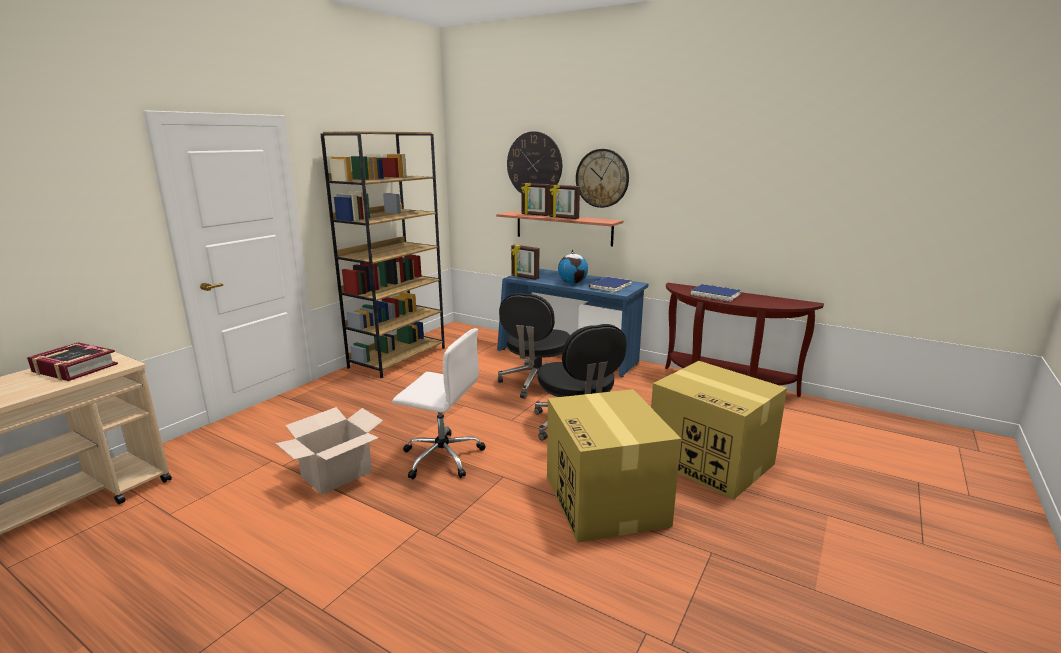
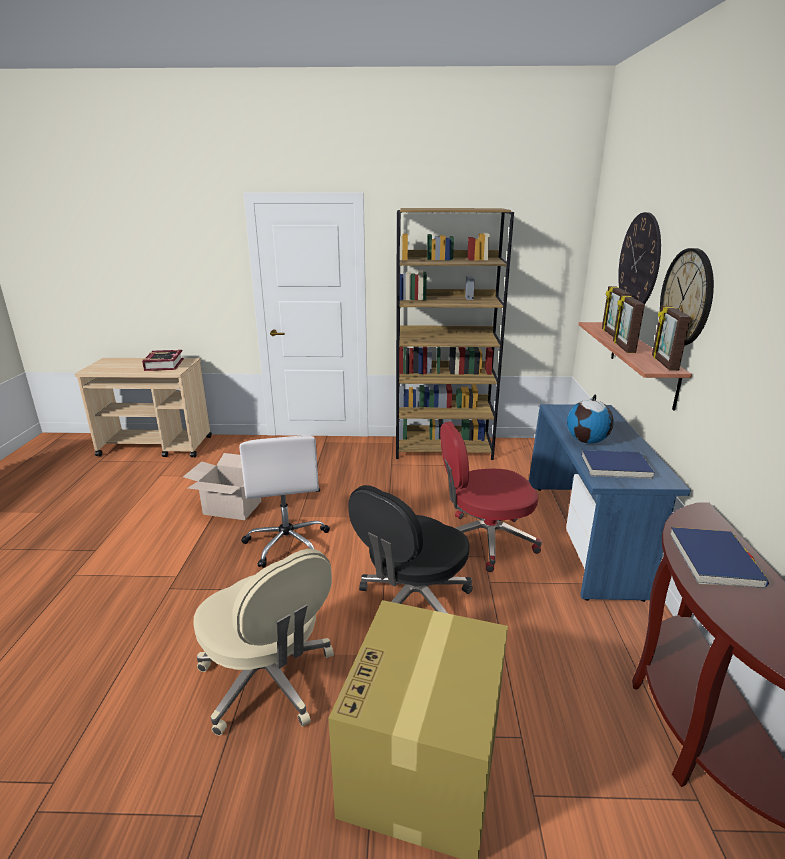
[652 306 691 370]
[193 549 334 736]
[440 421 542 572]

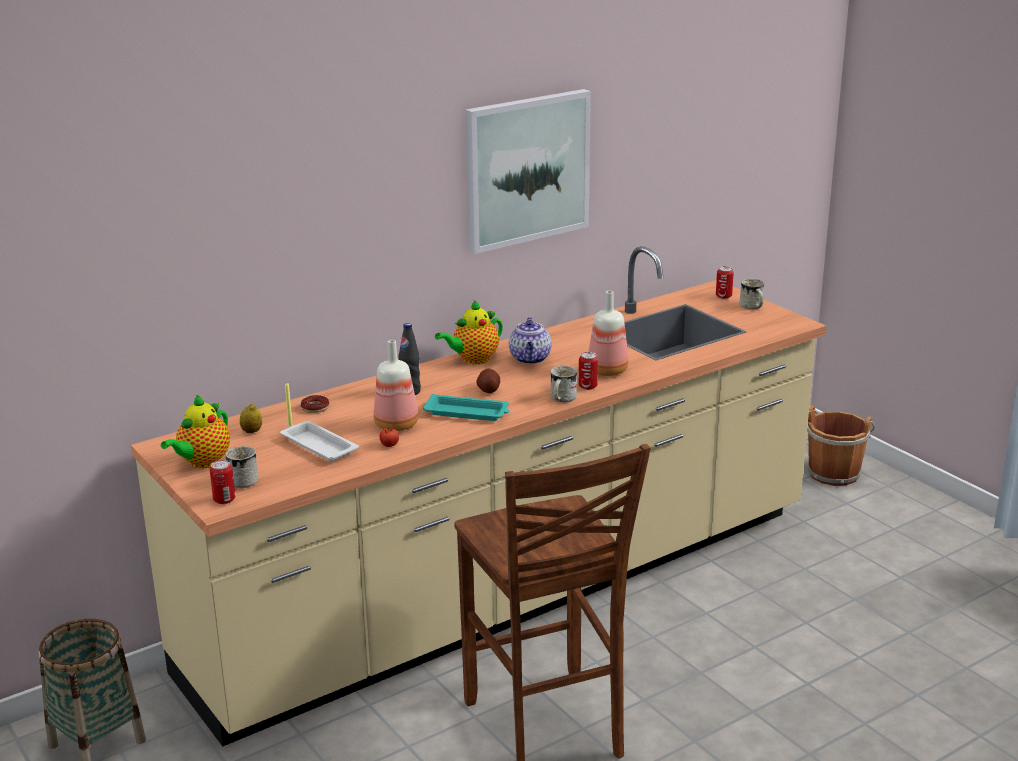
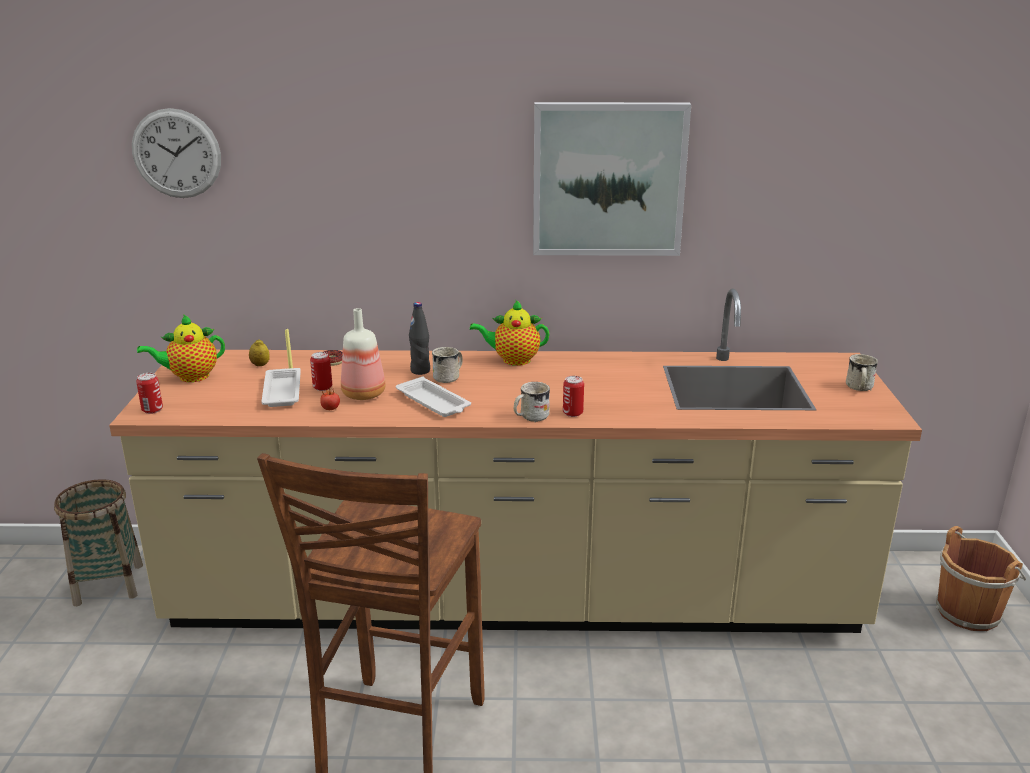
[476 369 500 393] (first image)
[509 317 552 364] (first image)
[588 291 629 376] (first image)
[132 108 221 198]
[432 347 463 383]
[310 352 332 391]
[396 377 471 417]

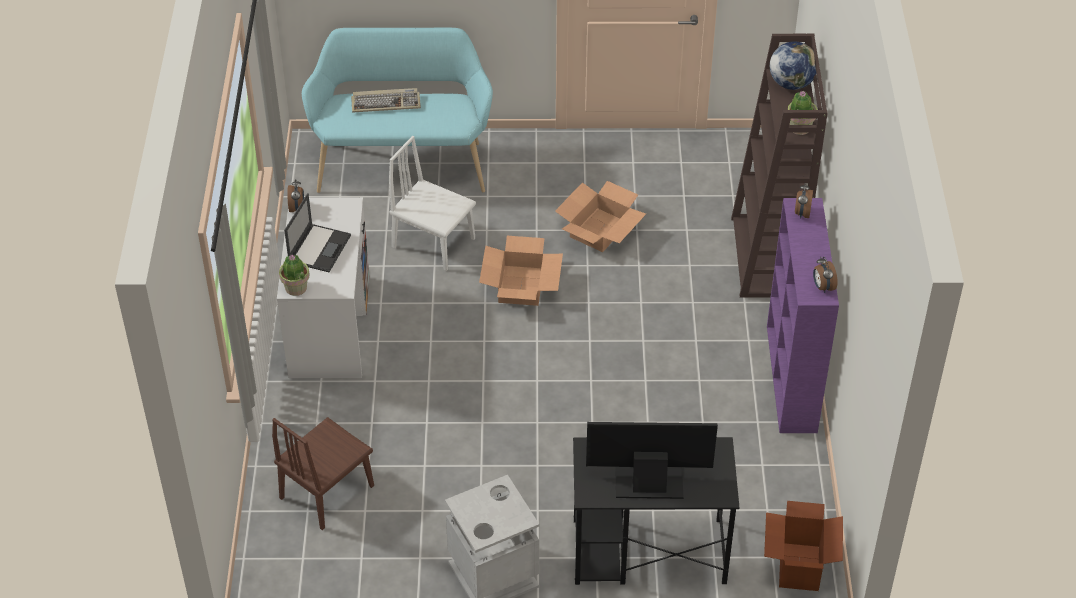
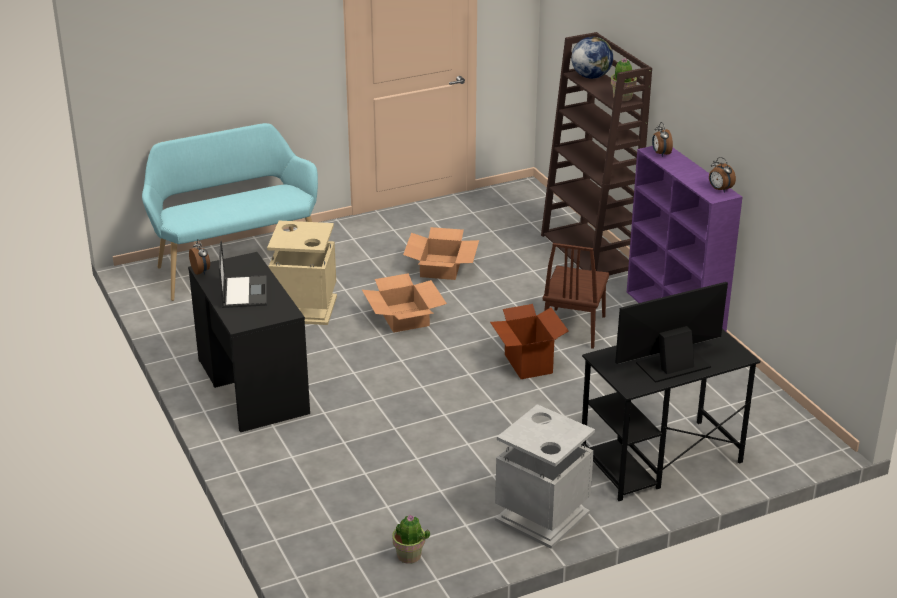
[351 88 421 113] (first image)
[543 243 610 349]
[393 515 430 564]
[490 304 569 379]
[267 221 337 325]
[188 252 310 432]

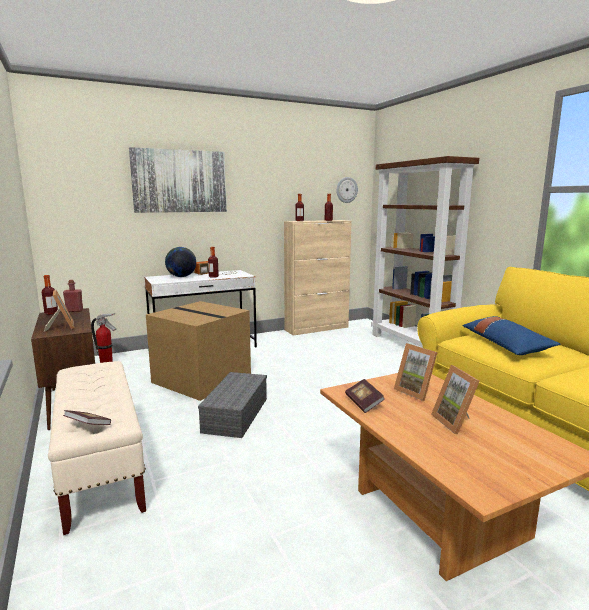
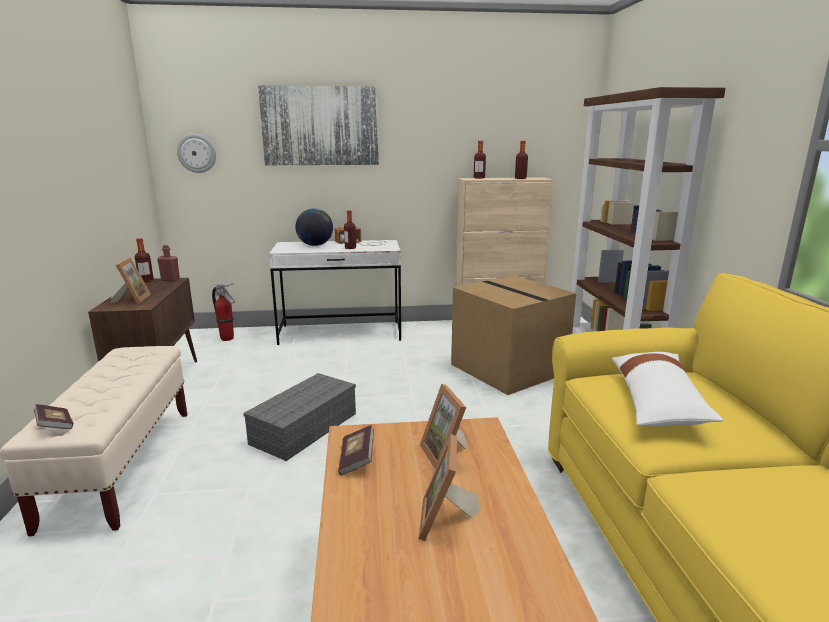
[451 275 576 395]
[177 134 216 173]
[612 352 723 427]

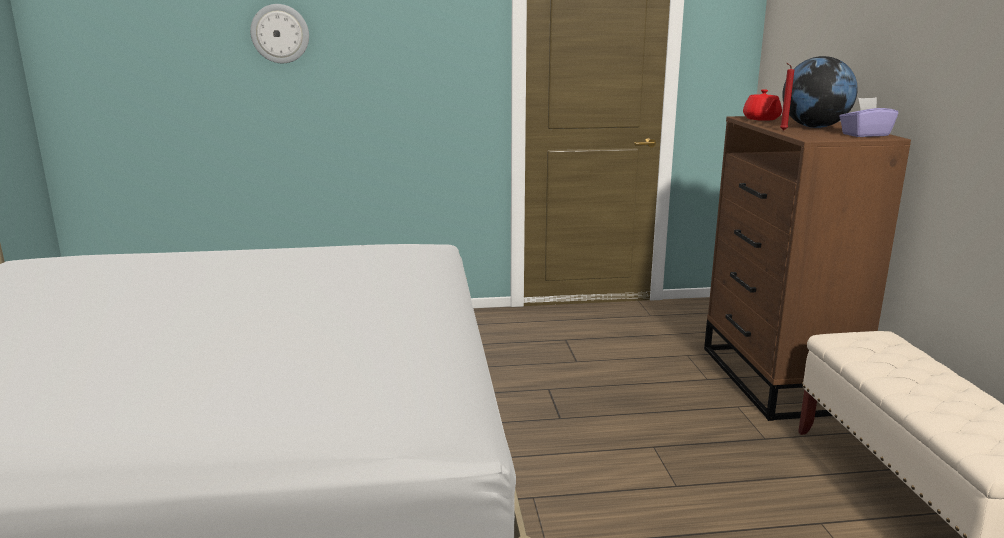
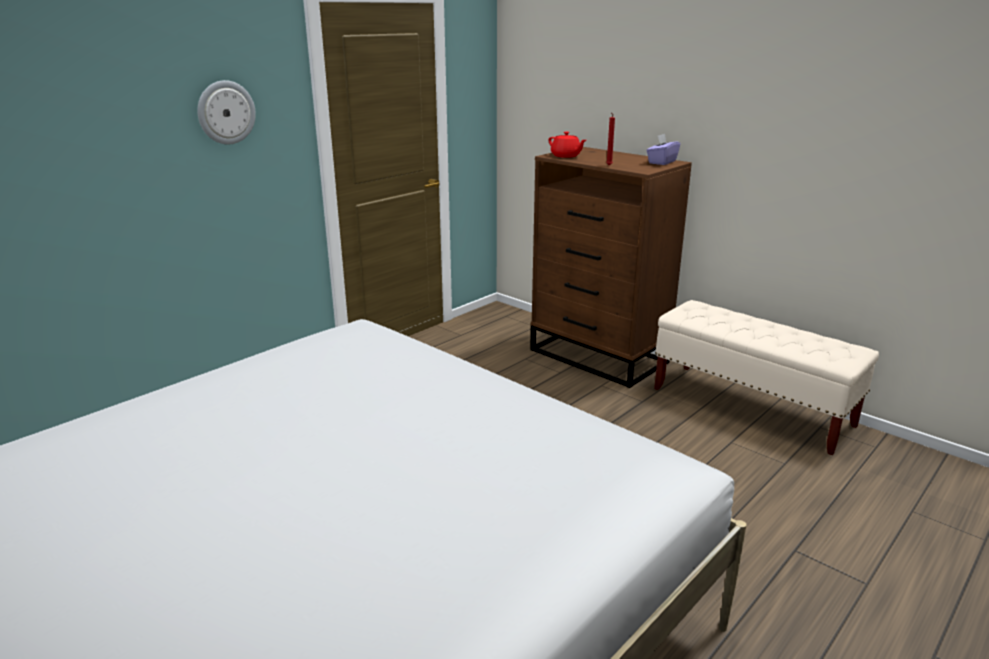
[782 56 858 128] (first image)
[197 80 256 144]

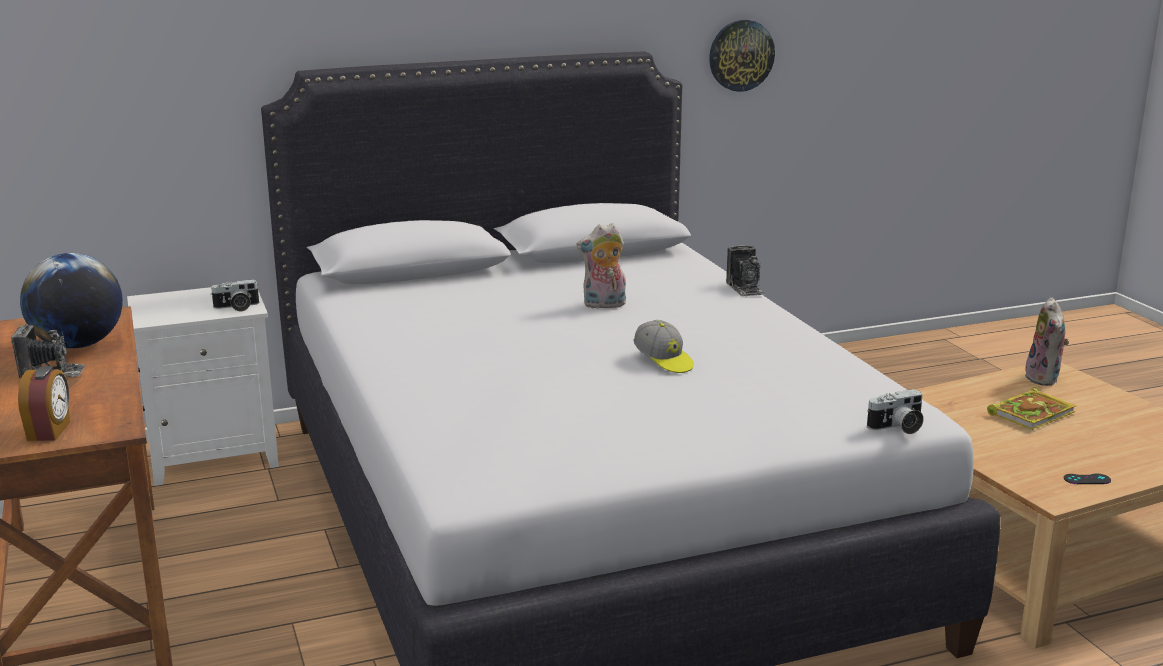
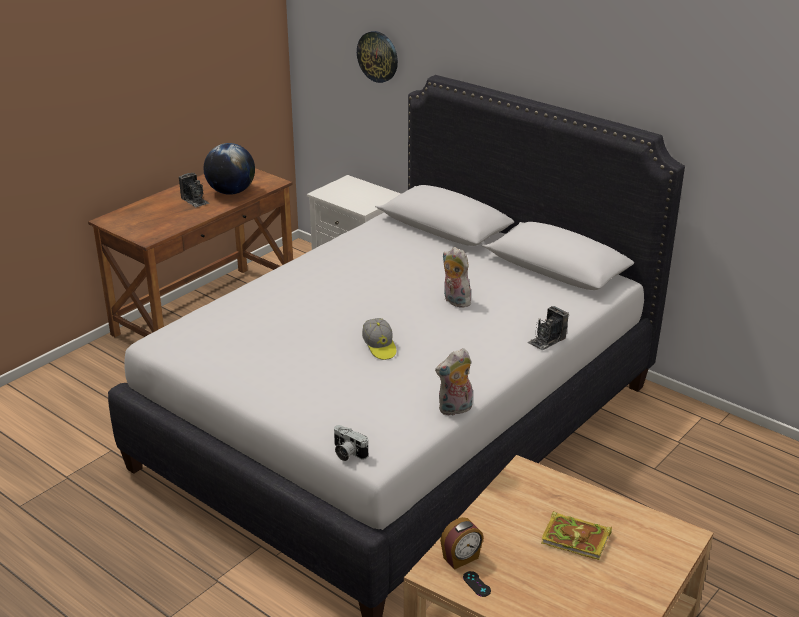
[210 279 260 311] (first image)
[440 517 483 570]
[357 31 398 83]
[435 348 473 416]
[362 318 397 360]

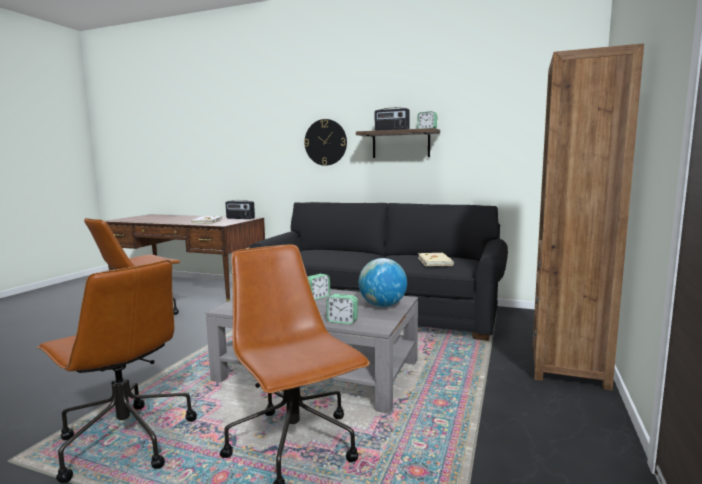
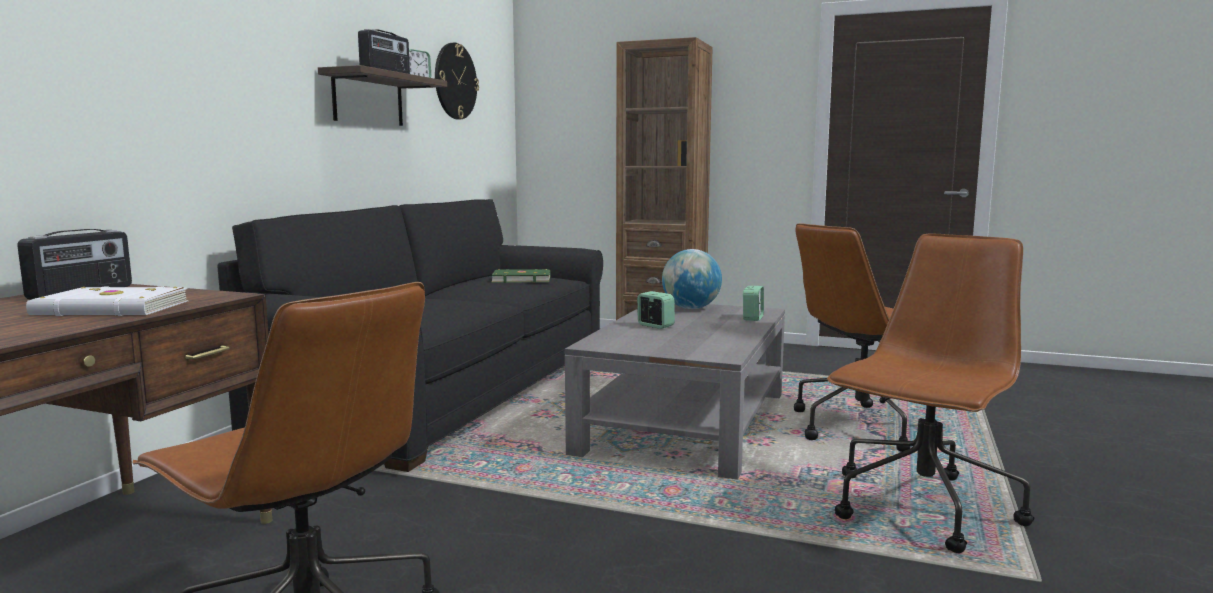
[435 43 479 119]
[491 269 550 283]

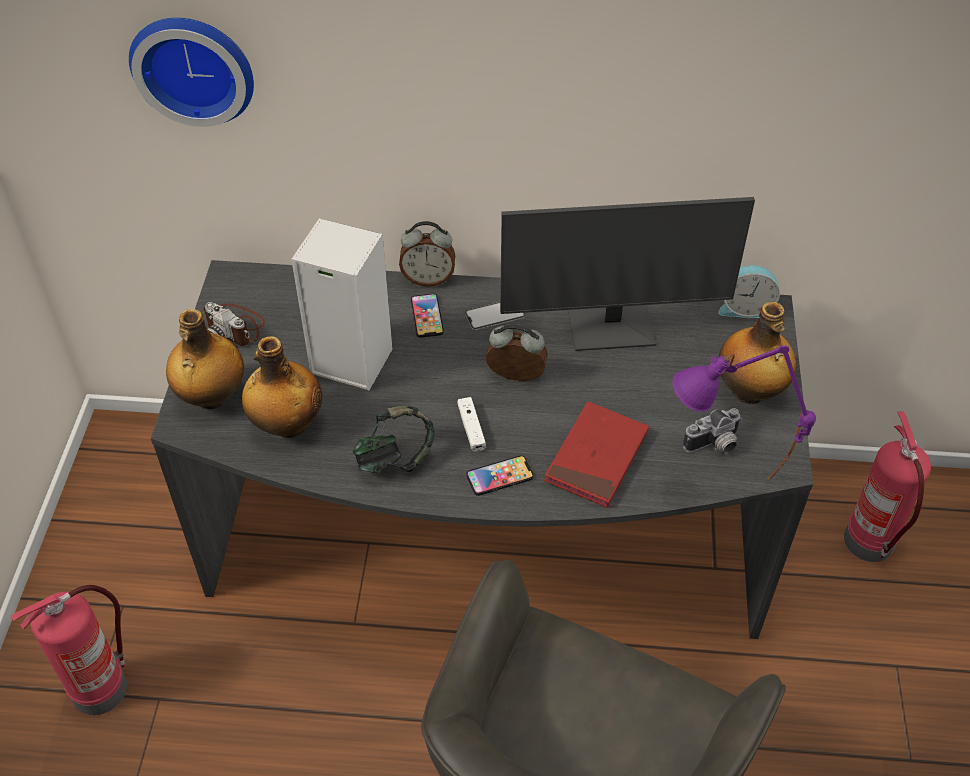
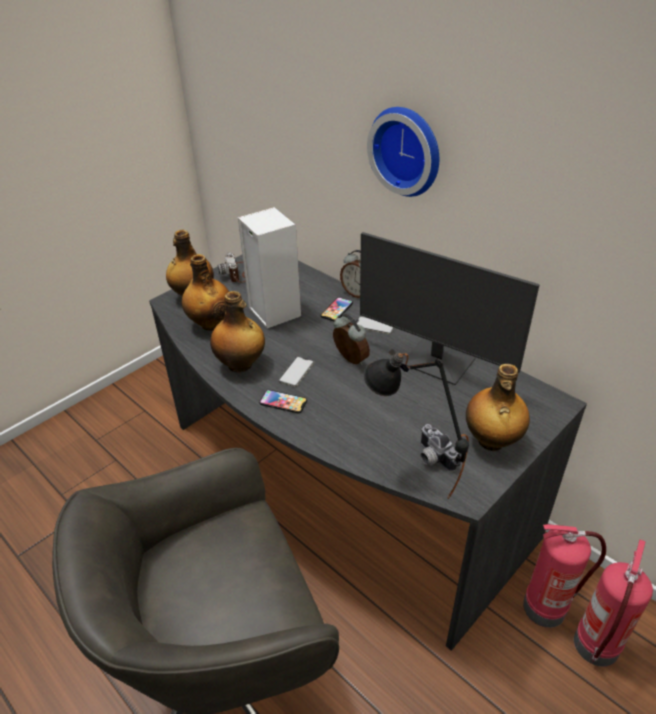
[544 401 649 507] (first image)
[719 265 780 318] (first image)
[523 524 606 628]
[367 107 439 197]
[210 291 265 372]
[278 356 314 387]
[364 349 469 499]
[420 424 458 472]

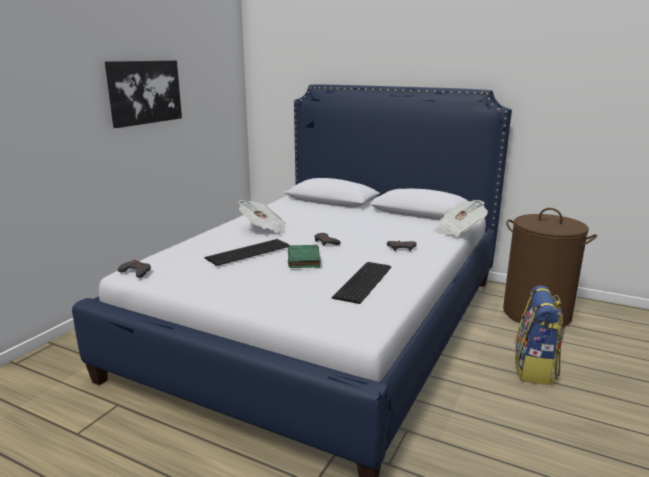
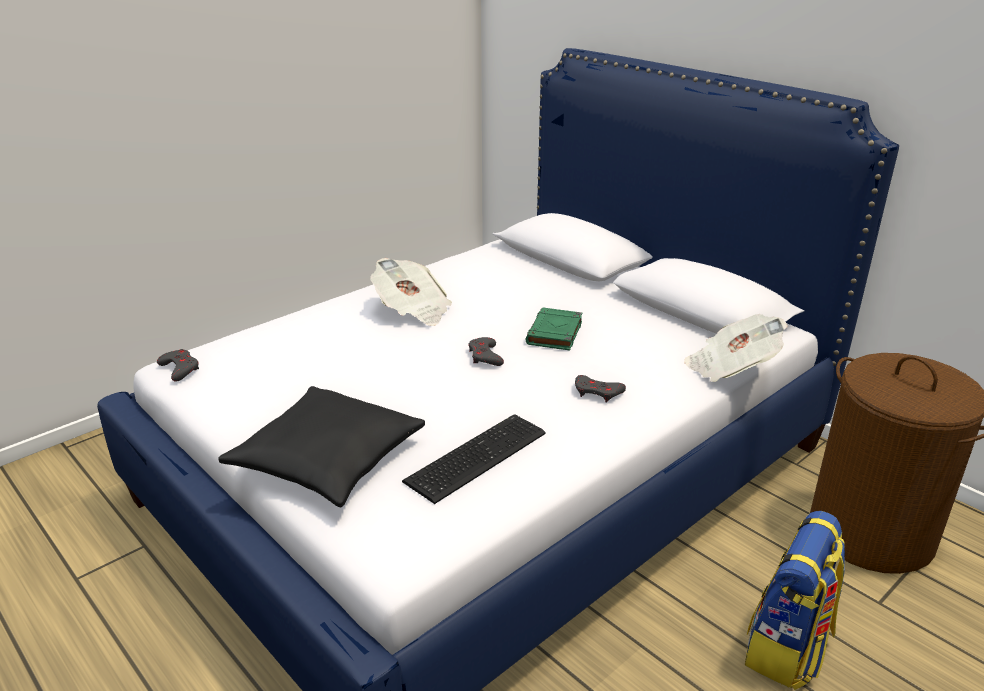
[105 60 182 128] (first image)
[204 239 290 266] (first image)
[218 386 425 507]
[525 308 582 351]

